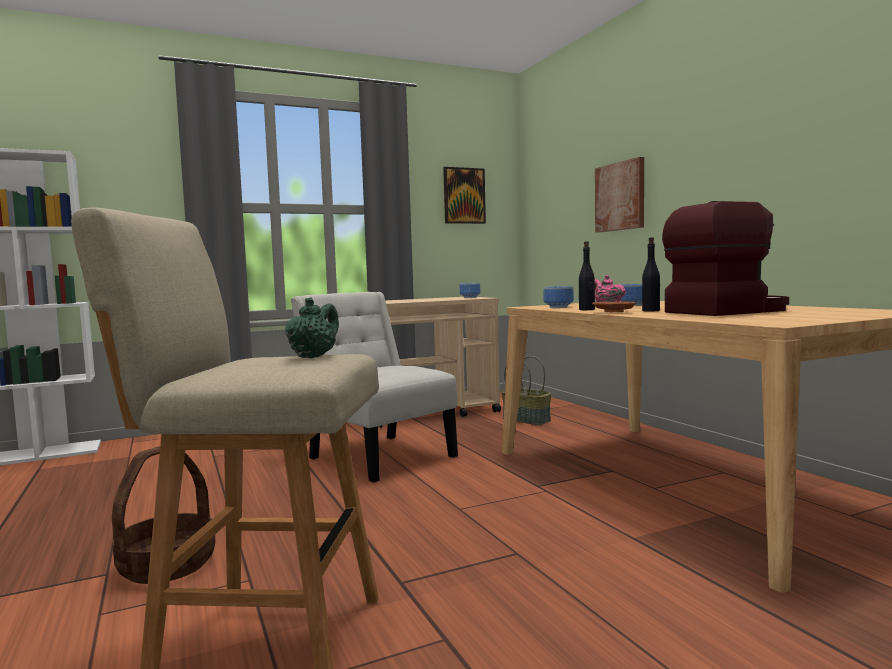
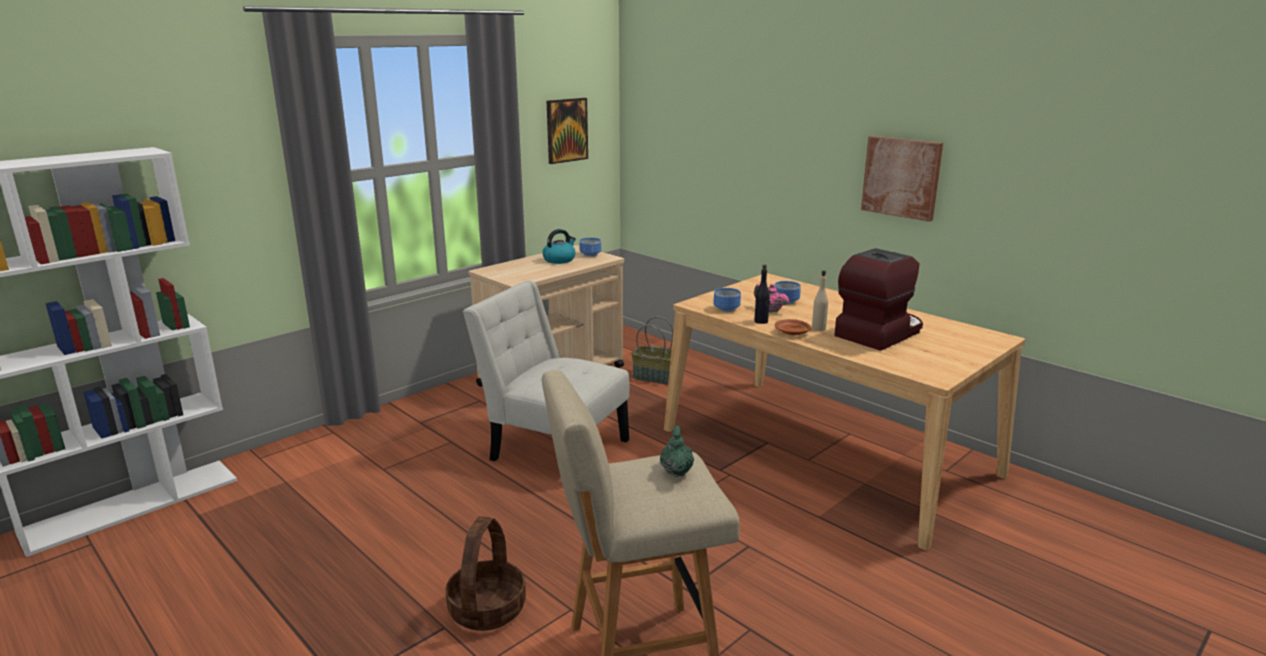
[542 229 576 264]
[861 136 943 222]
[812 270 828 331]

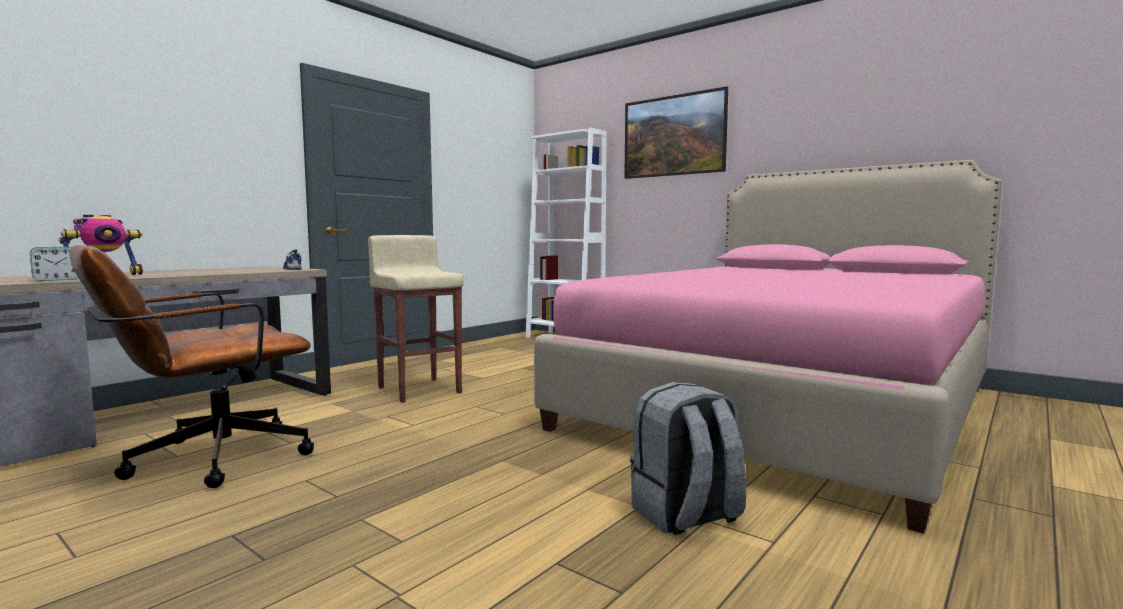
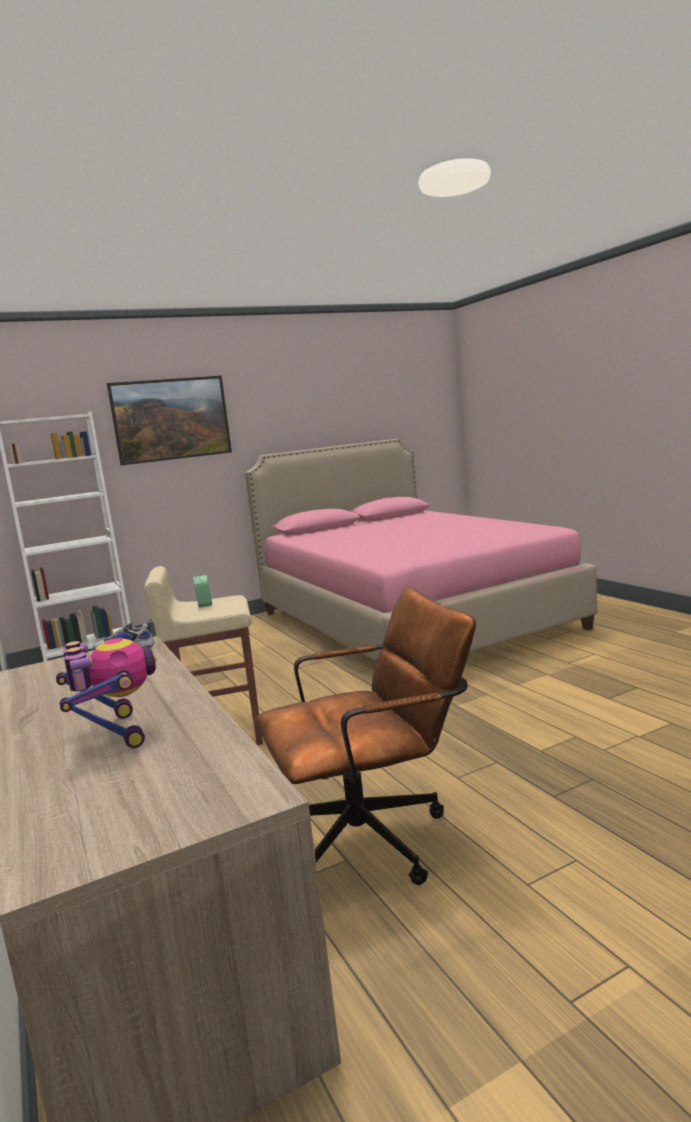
[630 382 746 535] (first image)
[193 575 212 607]
[256 587 476 885]

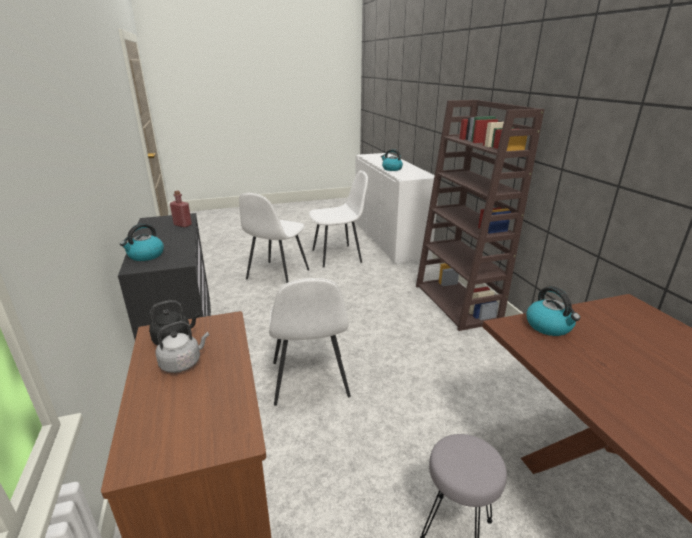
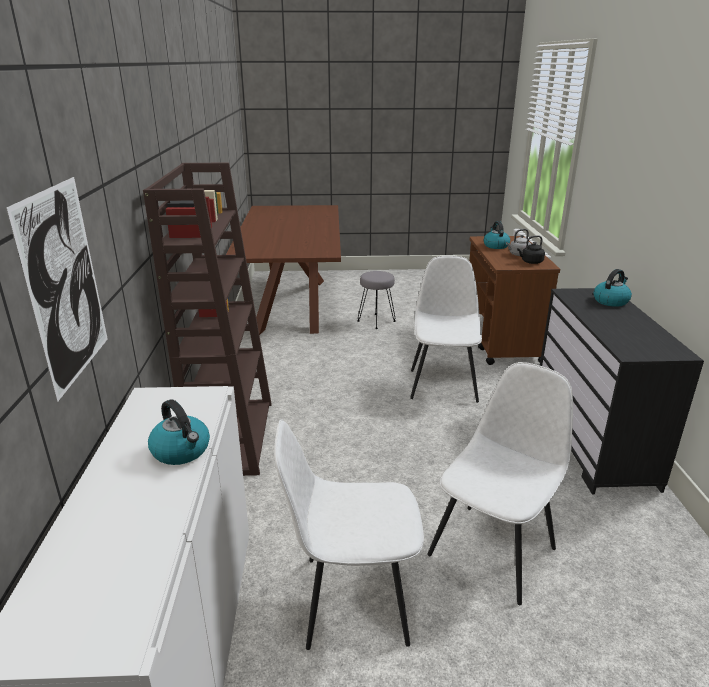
[170 190 192 227] (first image)
[6 177 108 402]
[484 221 510 249]

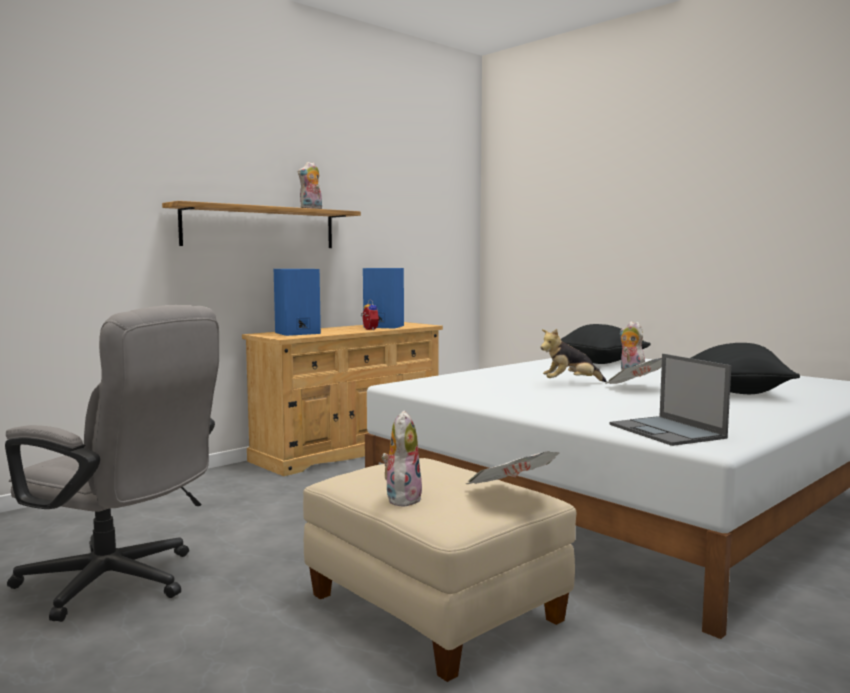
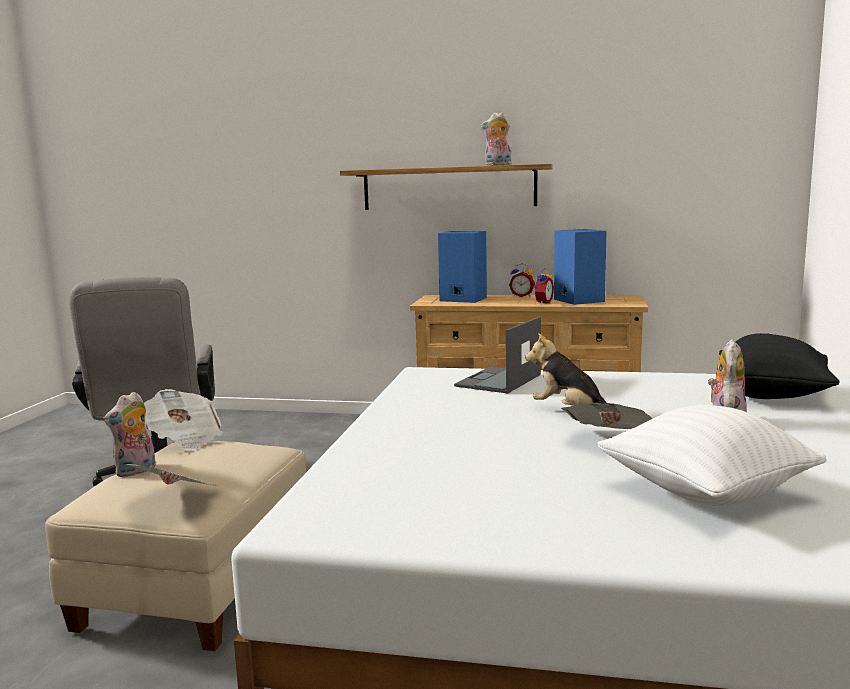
[144 389 223 451]
[509 264 535 297]
[454 317 541 393]
[597 405 827 506]
[103 391 155 477]

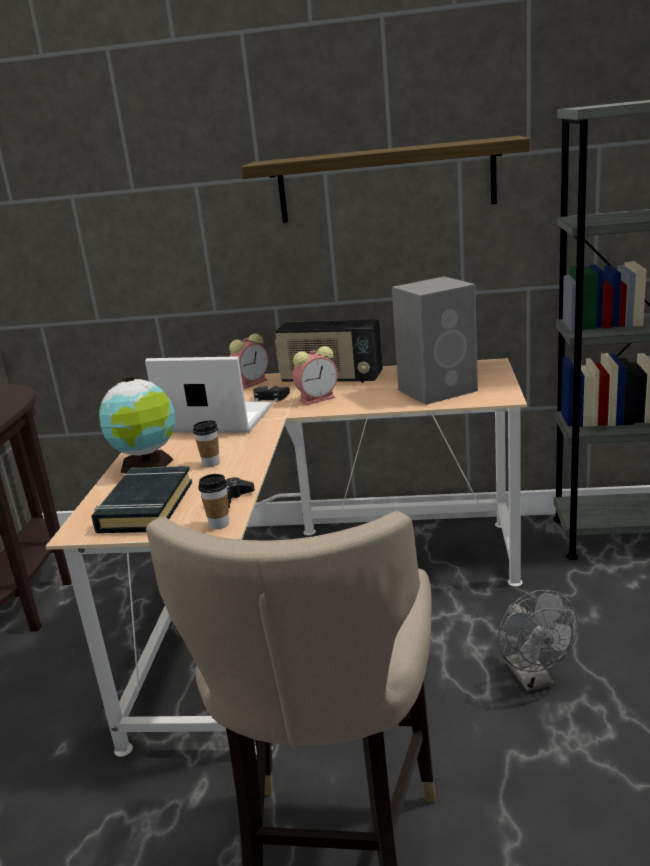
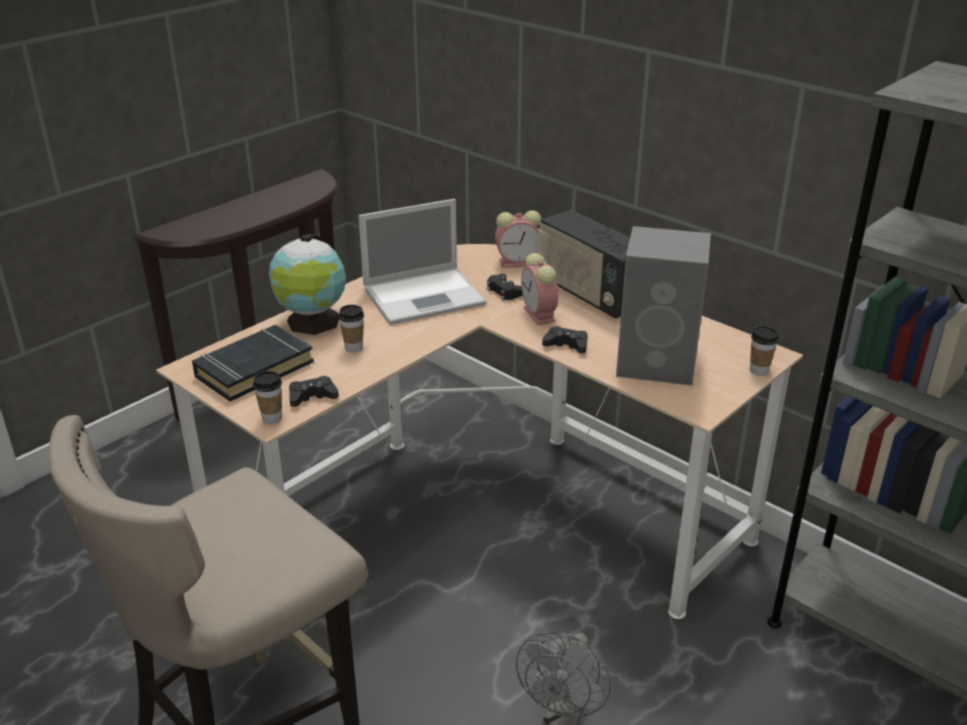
[241 136 530 223] (first image)
[542 326 588 353]
[750 326 779 376]
[358 199 487 325]
[521 253 558 325]

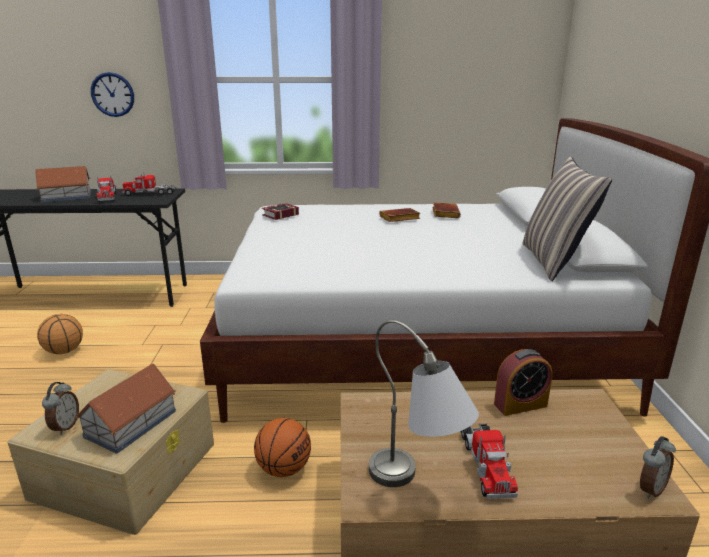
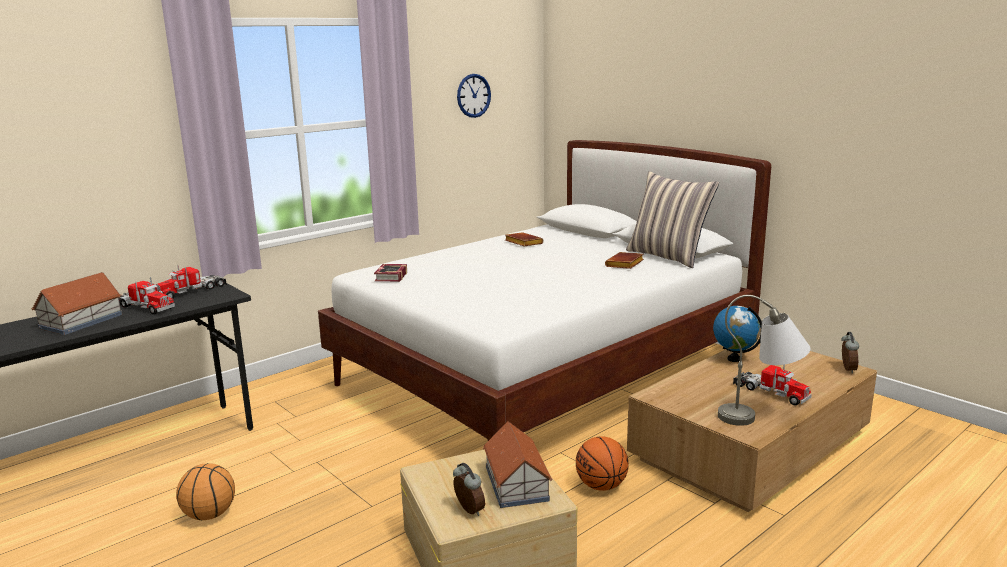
[457 74 491 118]
[605 252 644 269]
[713 306 762 362]

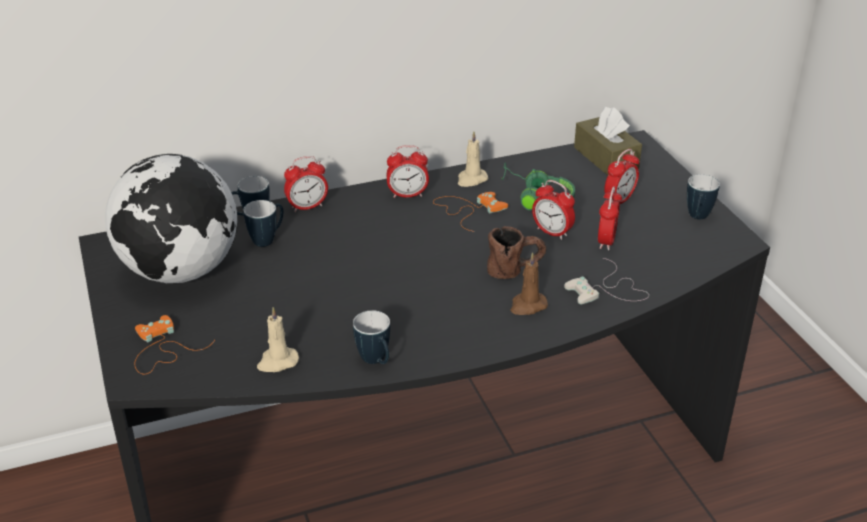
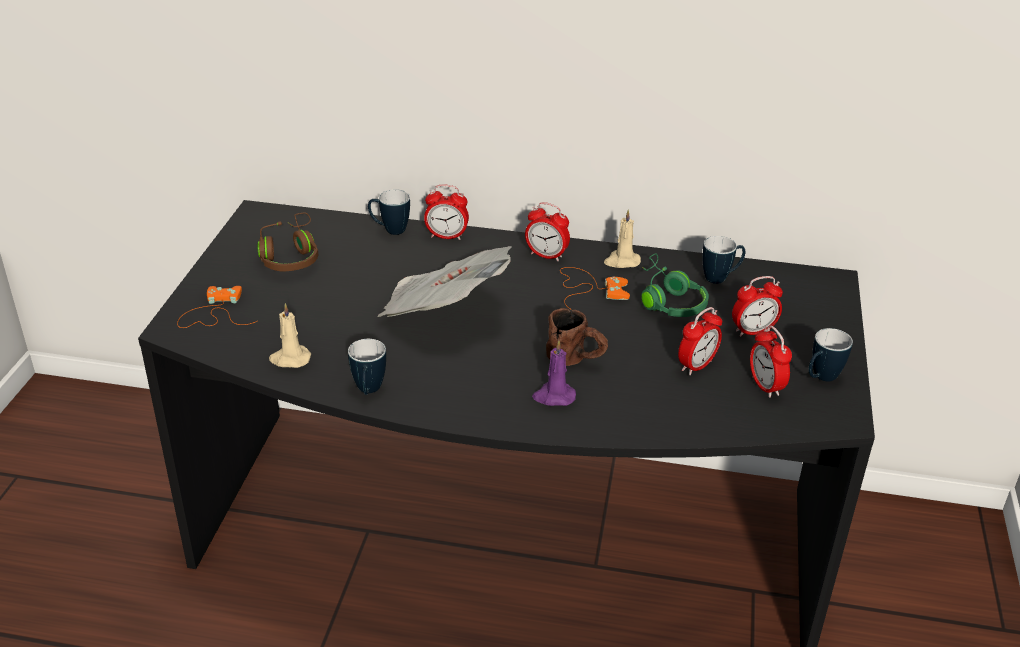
[564 258 649 304] (first image)
[574 107 642 175] (first image)
[377 246 511 317]
[703 236 745 284]
[750 326 792 398]
[257 212 318 271]
[532 340 576 406]

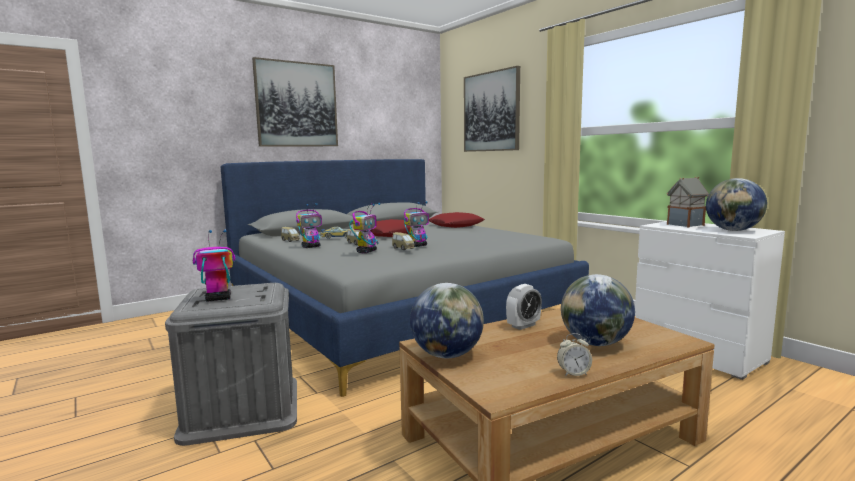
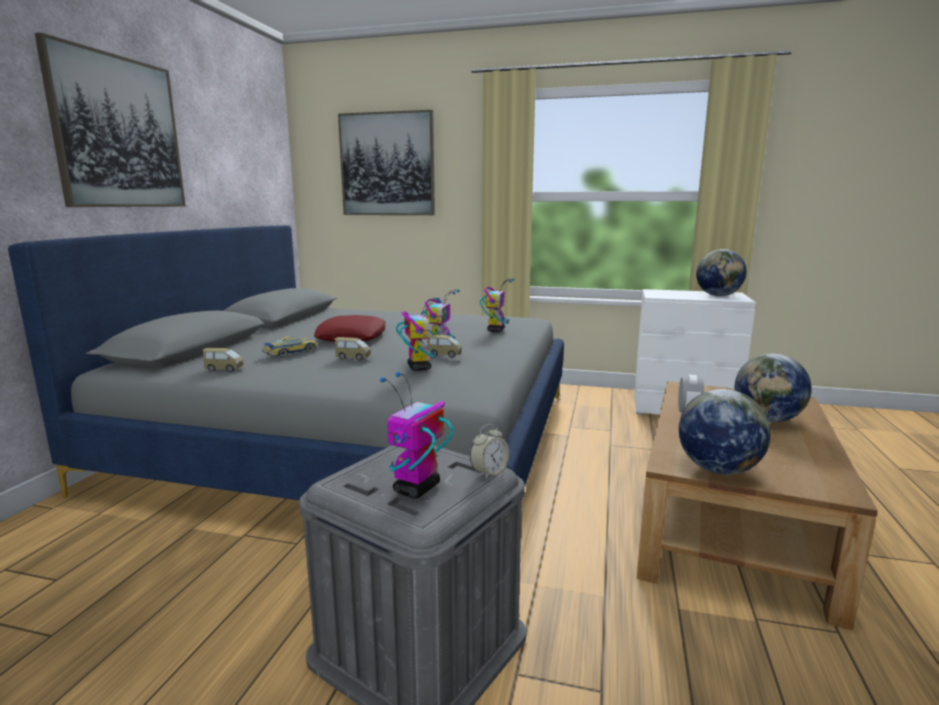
[429 212 485 228] (first image)
[667 177 709 228] (first image)
[480 279 514 332]
[470 424 509 480]

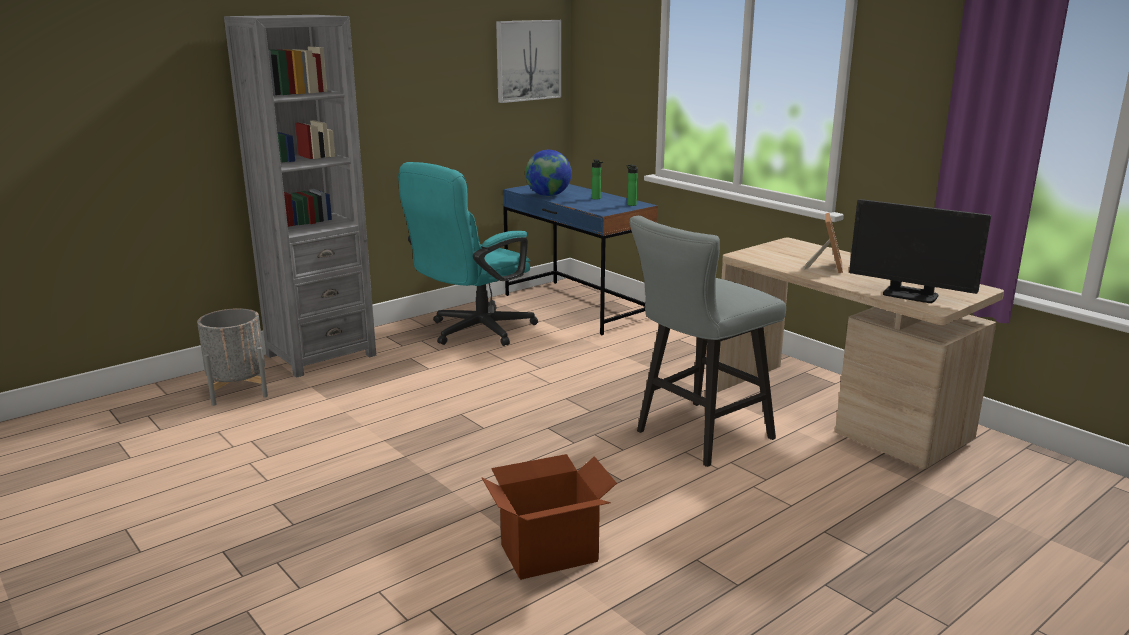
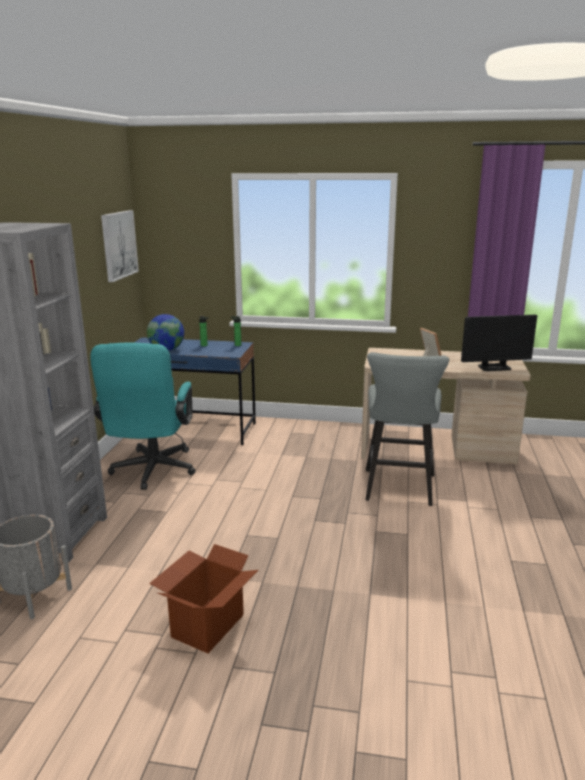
[149 544 259 654]

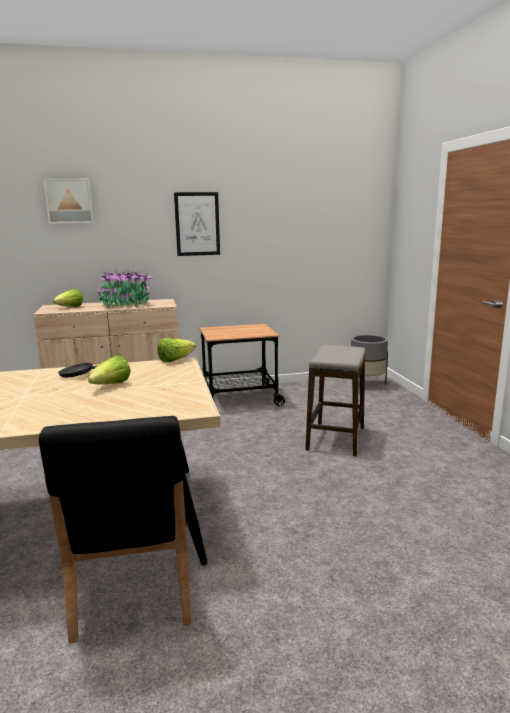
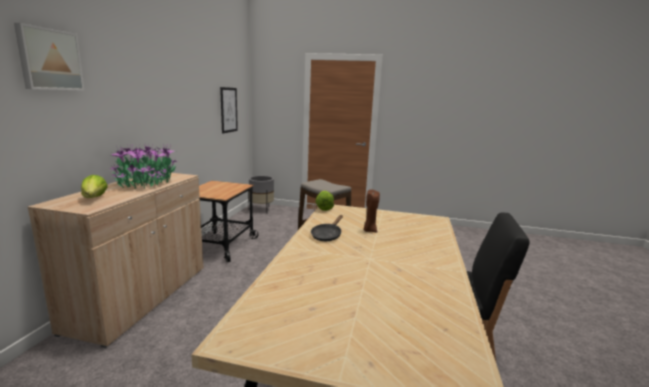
[220 87 238 134]
[364 189 380 232]

